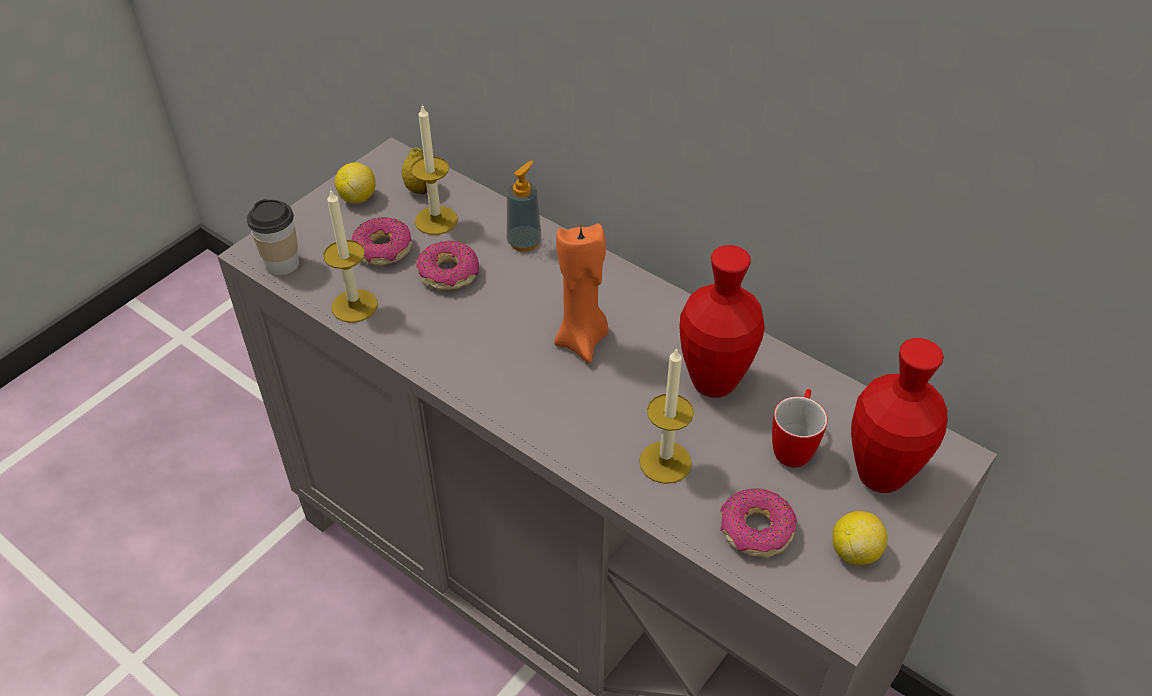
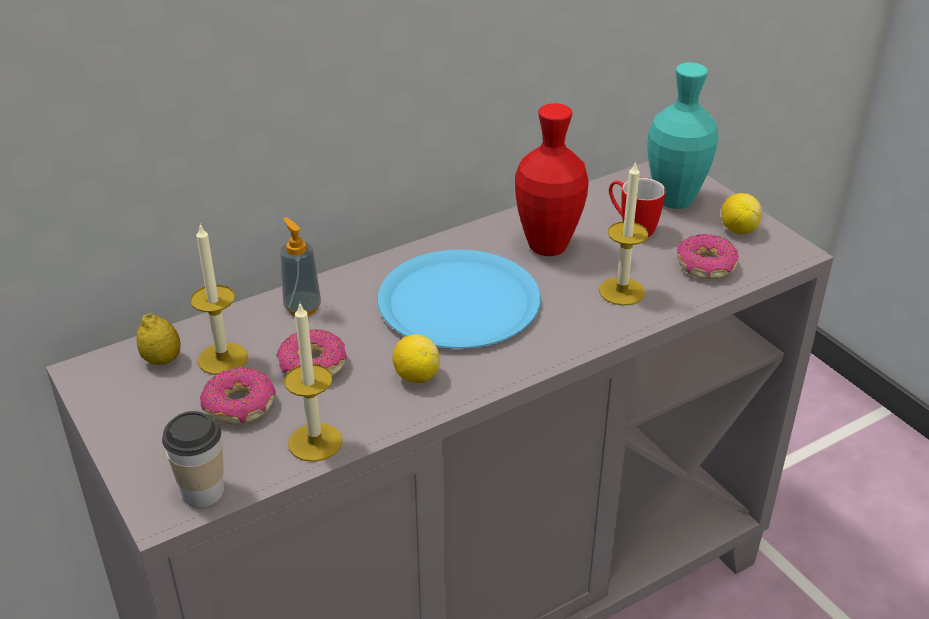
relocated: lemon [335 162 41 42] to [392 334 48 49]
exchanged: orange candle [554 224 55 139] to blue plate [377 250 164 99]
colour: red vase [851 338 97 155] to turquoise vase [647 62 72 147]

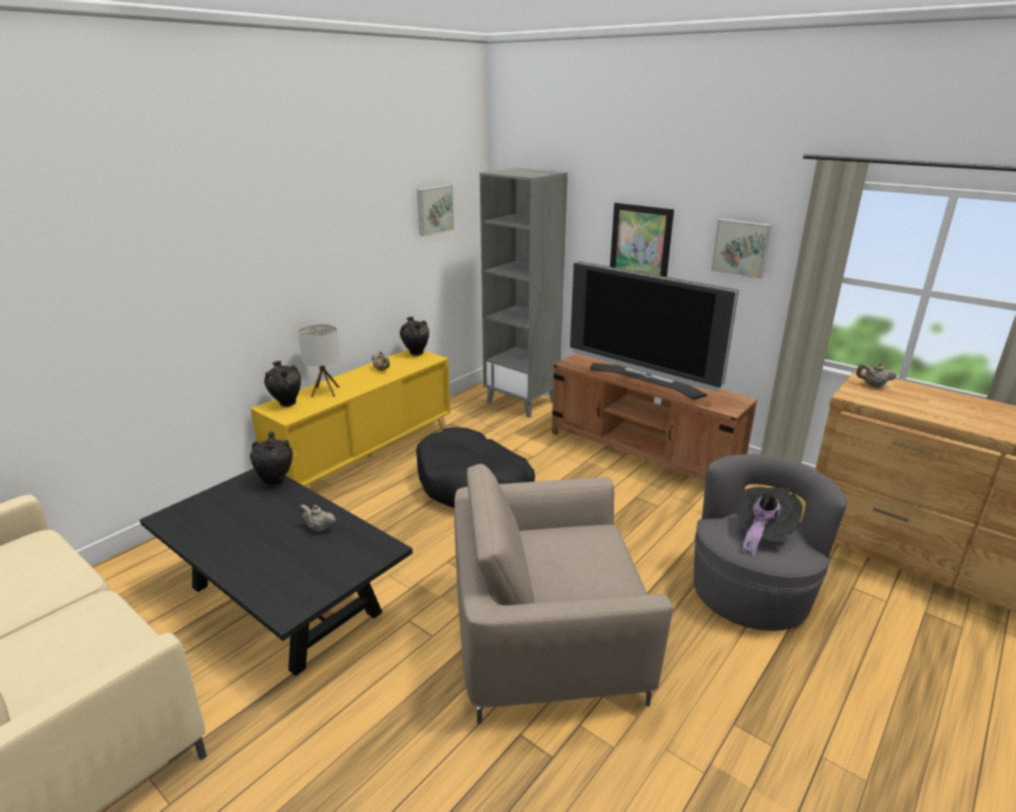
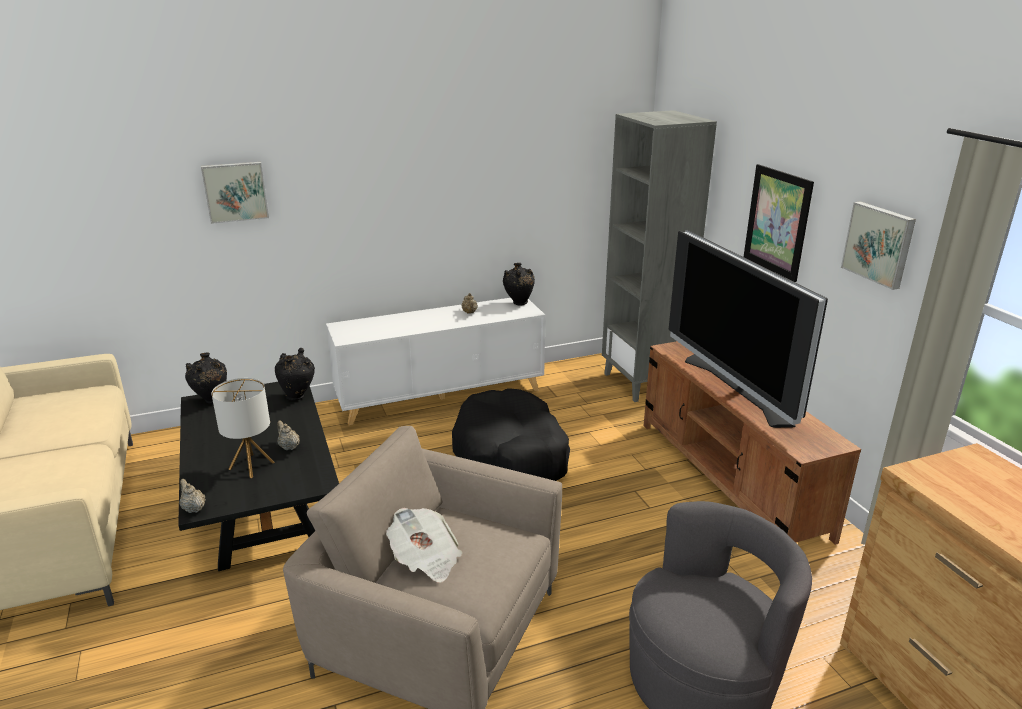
missing: black hat [737 487 66 70]
appeared: newspaper [386 508 76 75]
relocated: black vase [264 361 37 46] to [185 352 42 52]; table lamp [298 324 42 73] to [211 378 64 100]; picture [417 185 37 51] to [201 162 68 62]; beige teapot [856 362 41 26] to [180 479 26 34]
colour: yellow cabinet [250 349 201 139] to white cabinet [326 298 220 127]

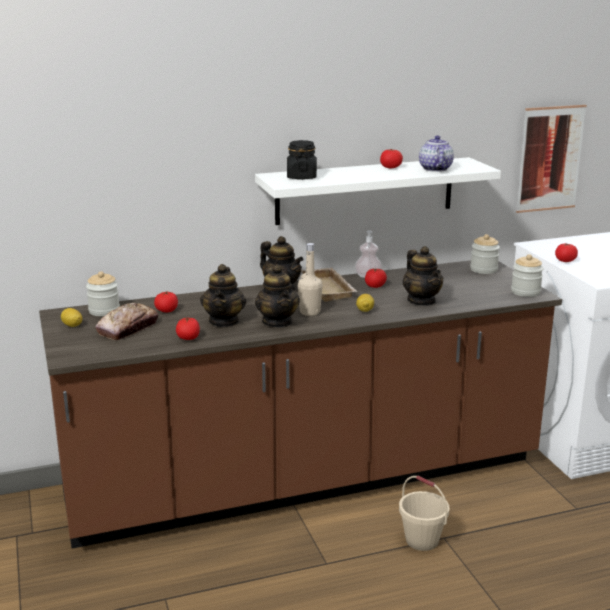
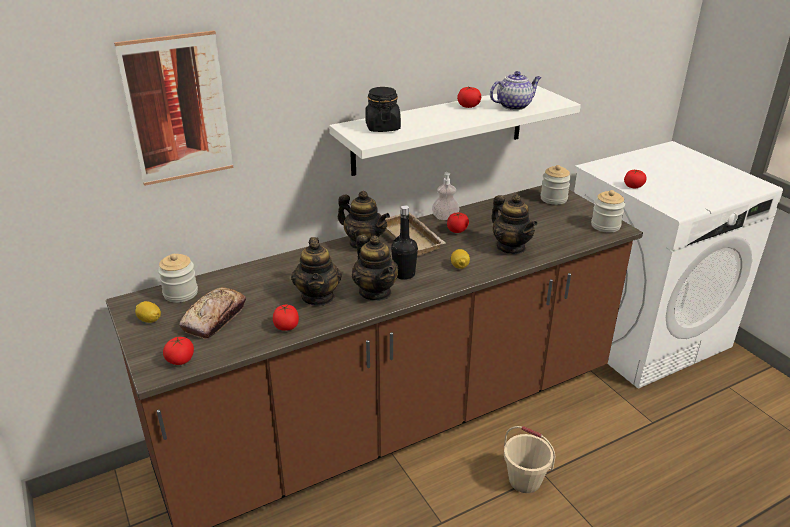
relocated: tomato [154 292 24 20] to [163 337 31 28]; picture [516 105 71 108] to [114 30 119 156]
colour: beige bottle [298 243 25 73] to black bottle [391 205 27 75]
spun: teapot [419 135 35 37] = [490 71 51 39] 75 degrees clockwise

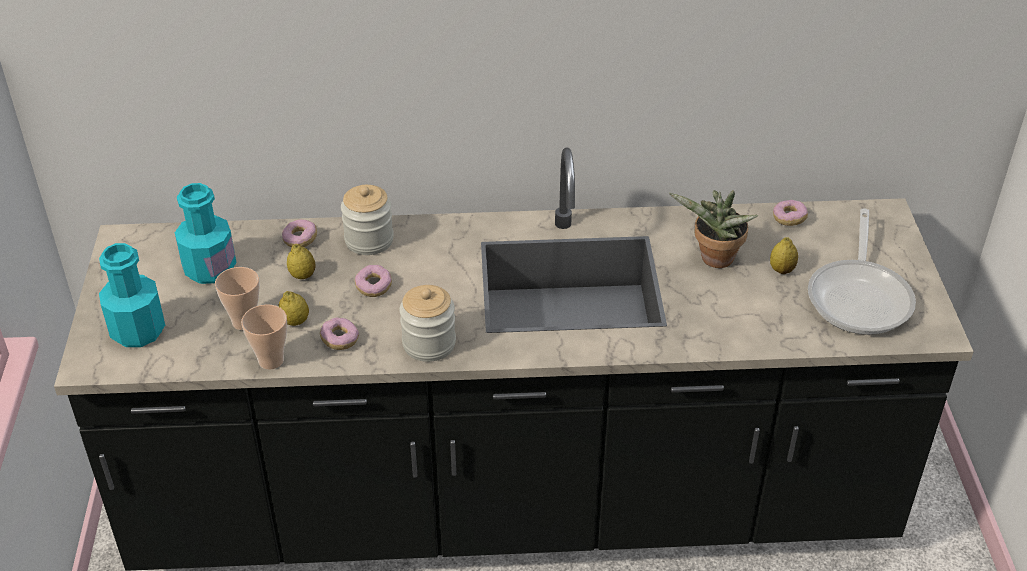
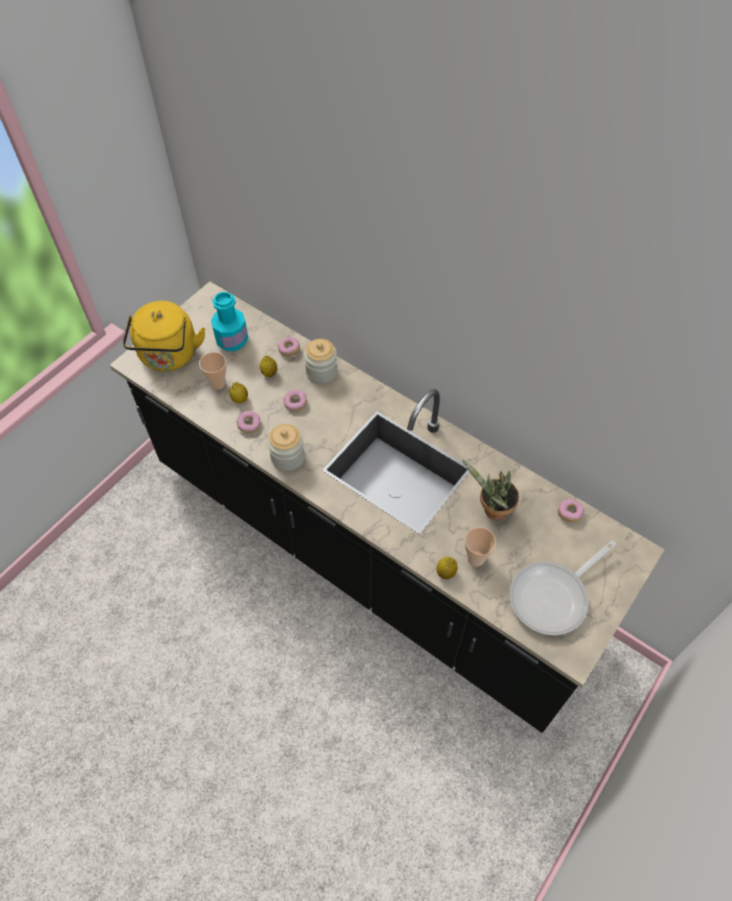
relocated: cup [241 304 46 66] to [465 527 31 39]; lemon [770 237 28 37] to [436 557 22 22]
exchanged: turquoise bottle [99 243 66 104] to yellow kettle [122 301 83 70]

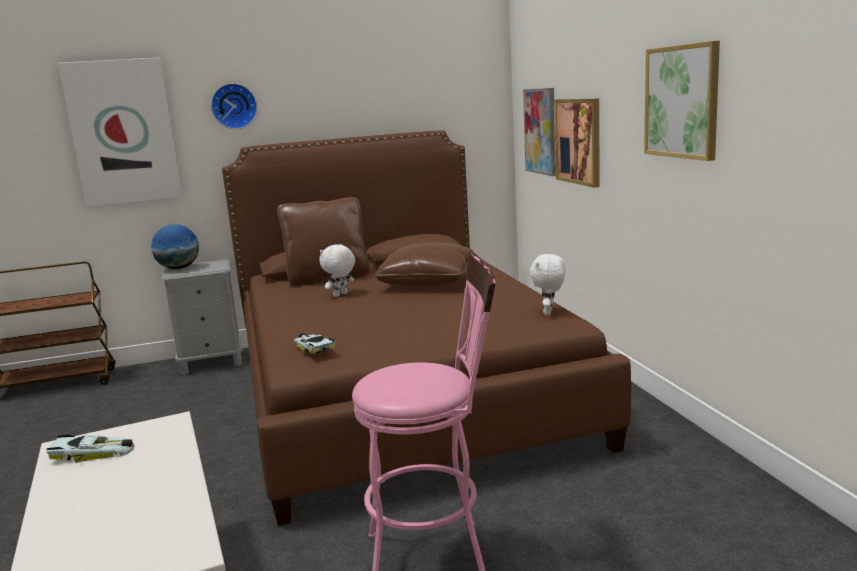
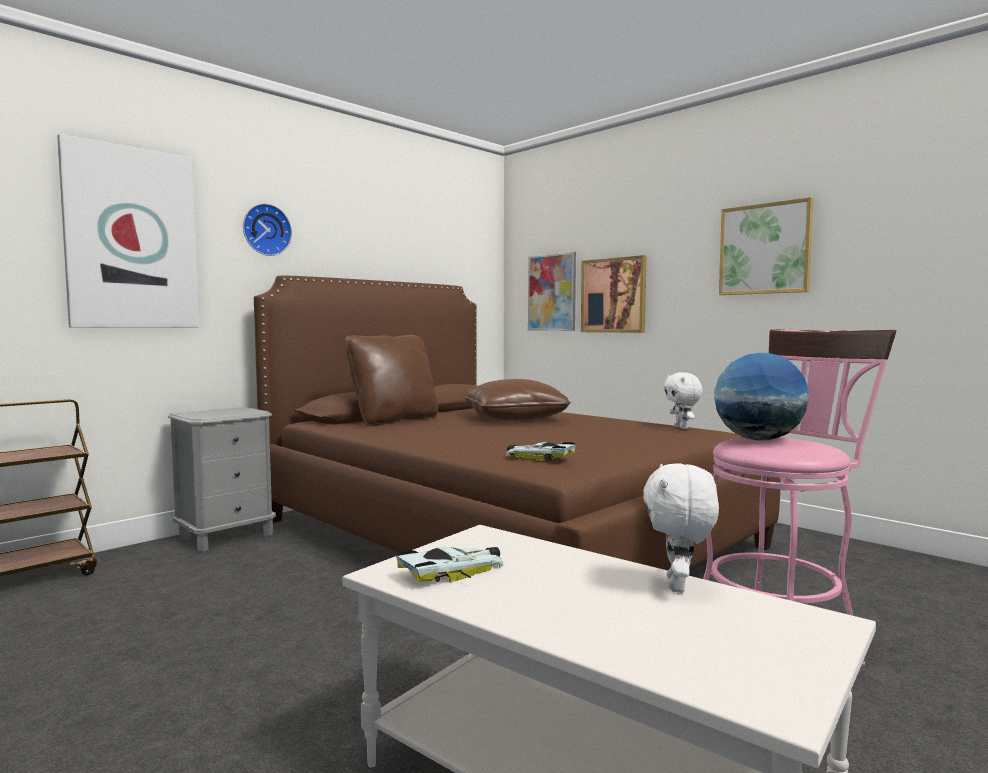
relocated: globe [151 224 48 45] to [714 353 95 88]; white plush toy [320 244 35 53] to [643 464 76 129]

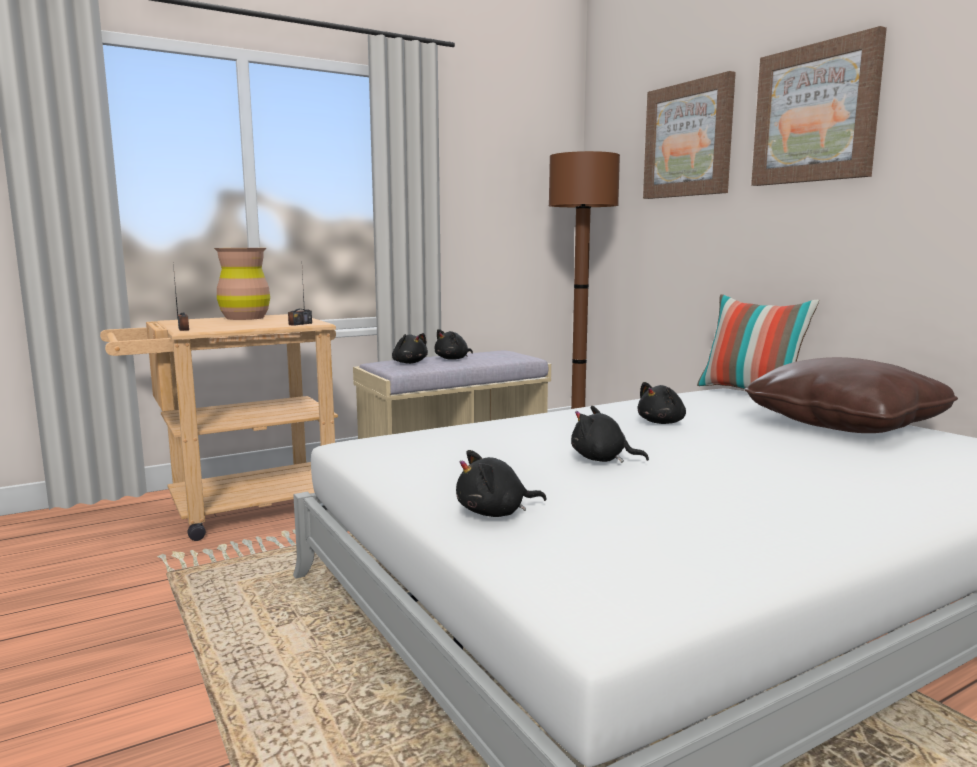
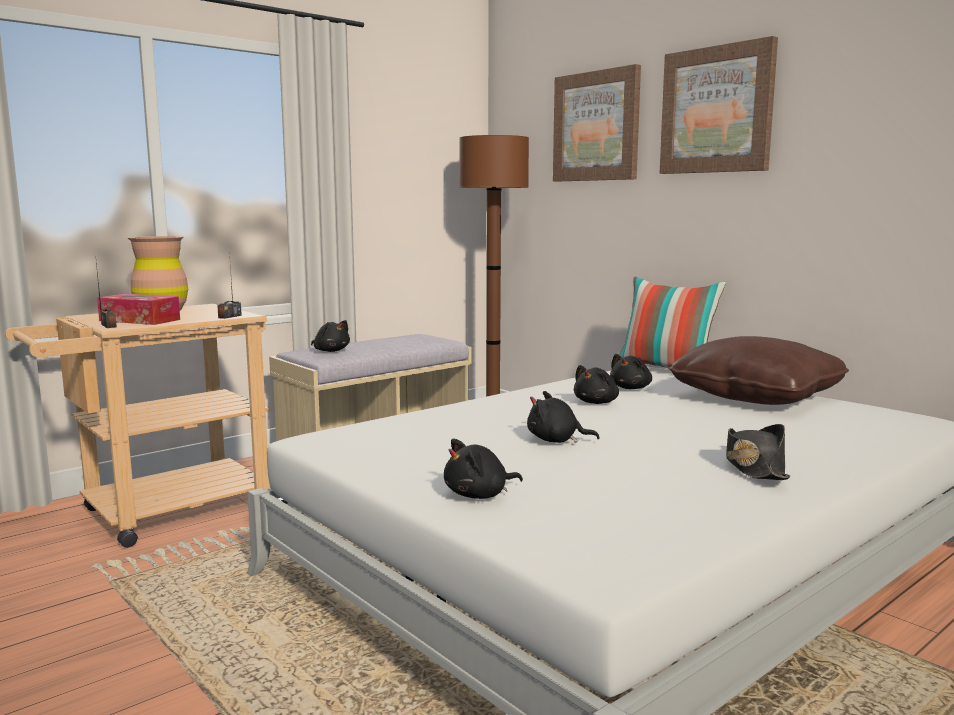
appeared: tissue box [97 294 83 31]; black hat [726 424 64 56]
relocated: black plush toy [434 329 39 31] to [610 354 42 35]

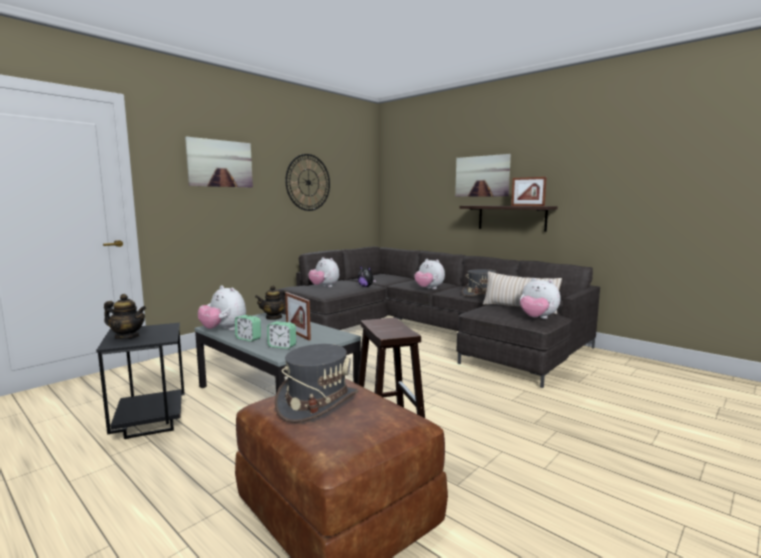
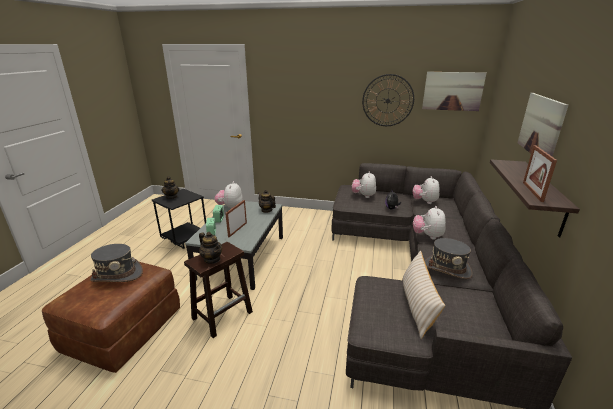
appeared: teapot [199 232 23 32]
relocated: picture [185 136 68 52] to [422 72 64 39]; plush toy [520 278 41 41] to [412 176 28 28]

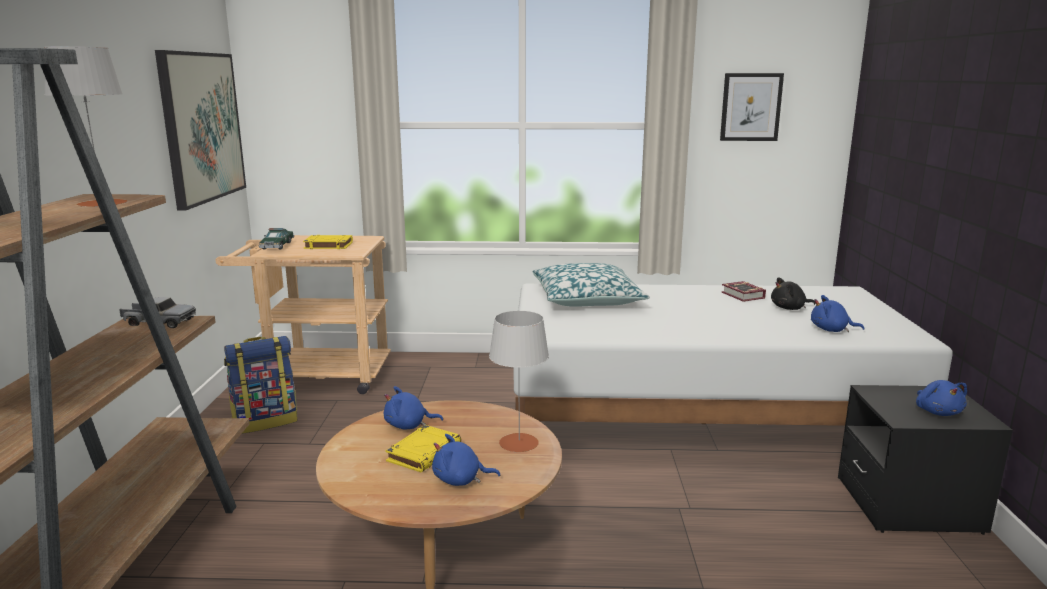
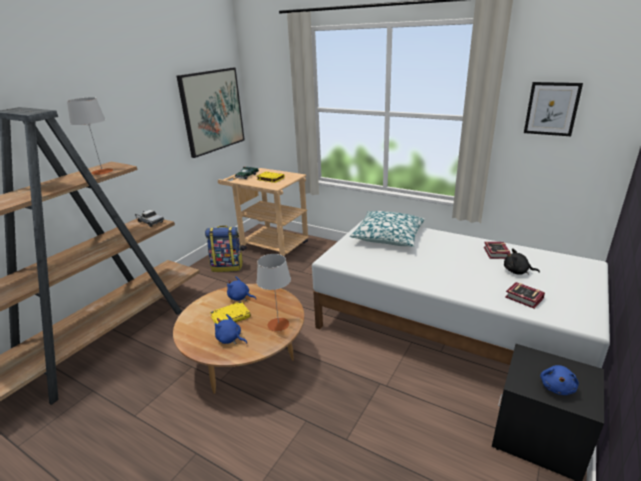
exchanged: blue plush toy [811 295 53 37] to book [505 282 40 27]

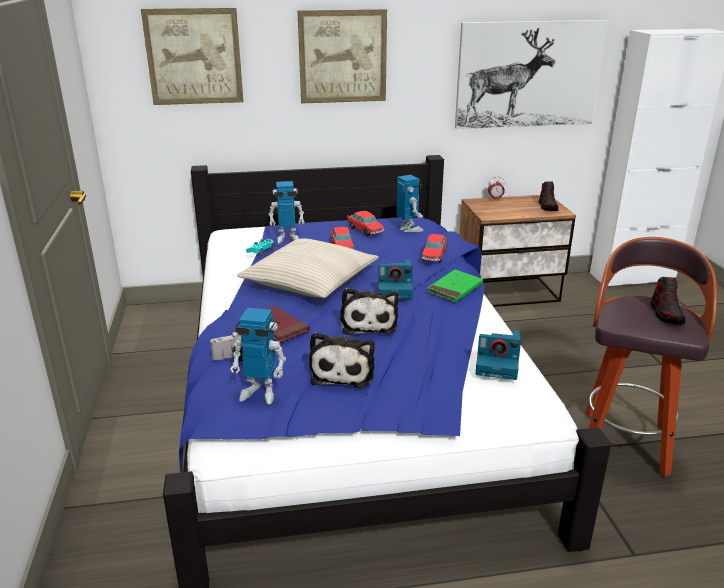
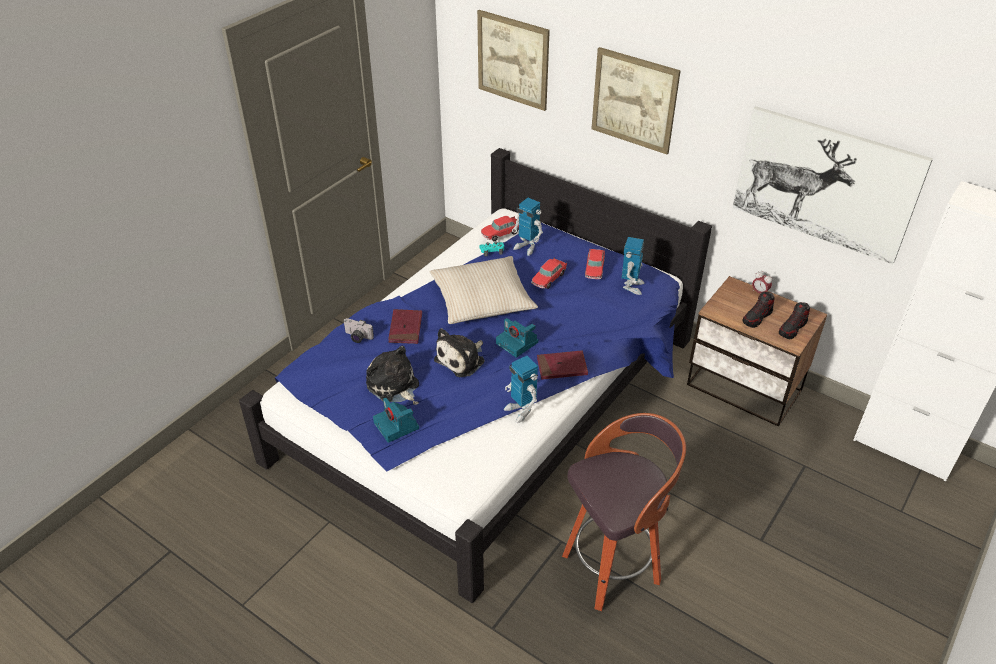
relocated: toy robot [230 308 56 97] to [504 356 34 67]; toy car [422 234 25 28] to [481 216 38 25]; photo camera [475 330 46 50] to [373 398 46 45]; shoe [651 277 35 47] to [743 292 32 36]
colour: green book [427 269 56 33] to red book [537 350 51 30]
spun: plush toy [309 332 66 56] = [366 345 53 60] 90 degrees clockwise

